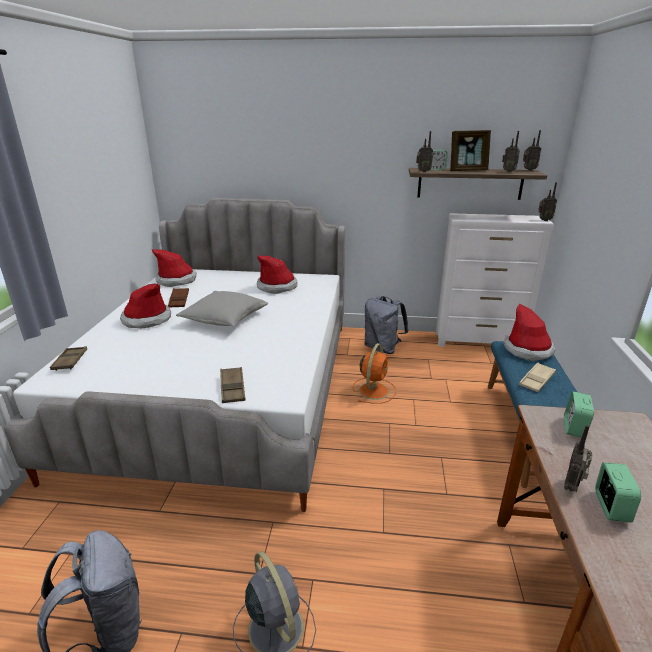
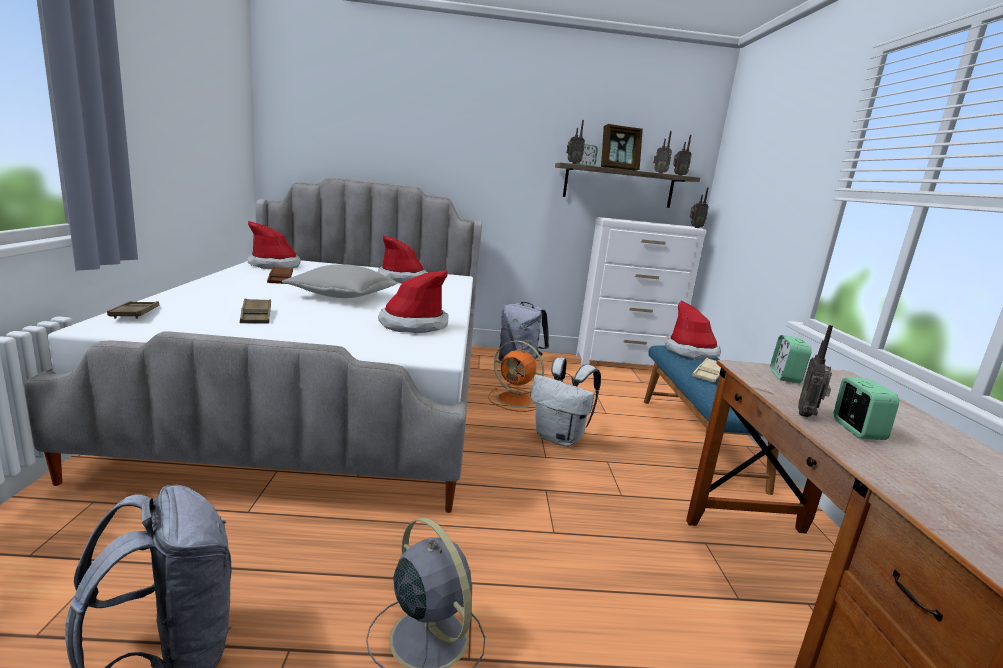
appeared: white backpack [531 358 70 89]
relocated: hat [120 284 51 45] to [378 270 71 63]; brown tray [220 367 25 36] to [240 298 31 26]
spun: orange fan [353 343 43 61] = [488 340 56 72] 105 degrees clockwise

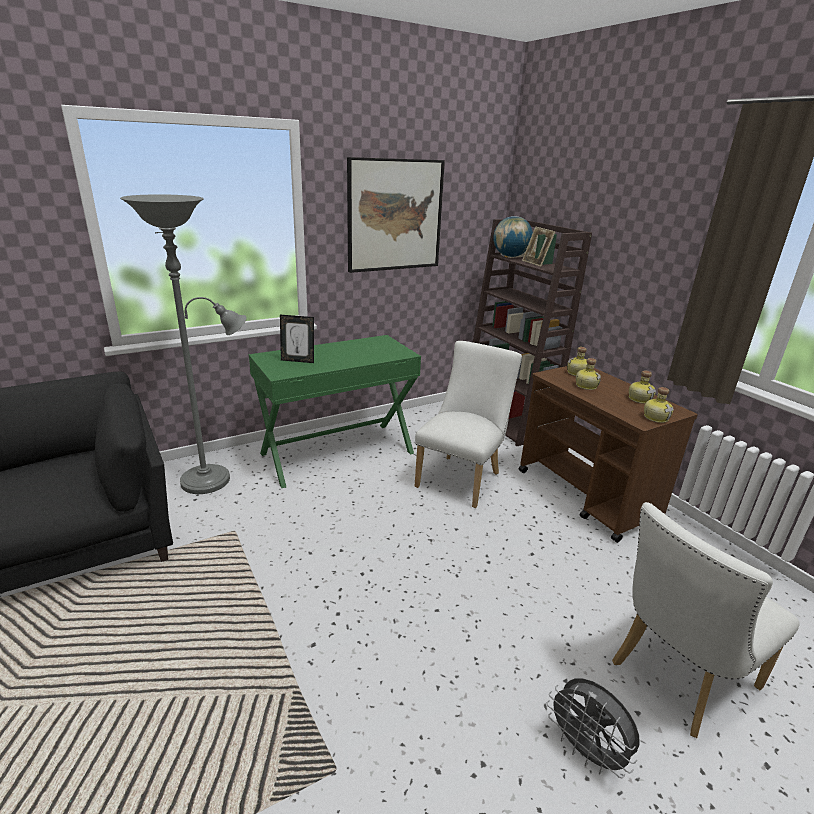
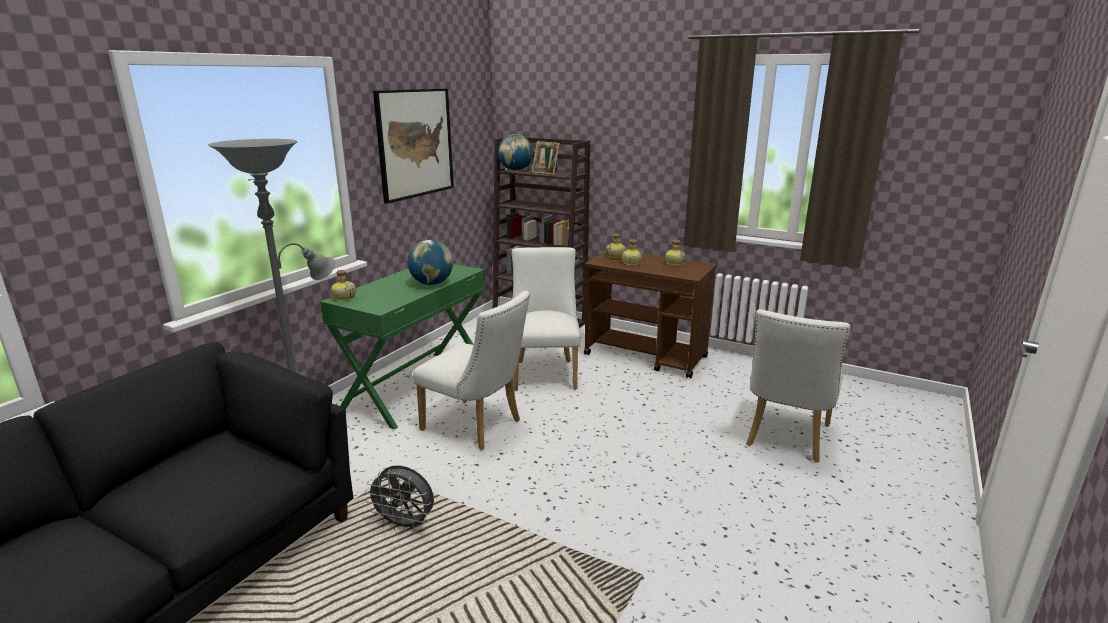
missing: picture frame [280 315 34 48]
appeared: globe [407 240 46 45]; white chair [413 290 117 160]
relocated: grey fan [546 678 94 100] to [365 465 69 68]; bottle [644 387 30 36] to [331 270 25 31]

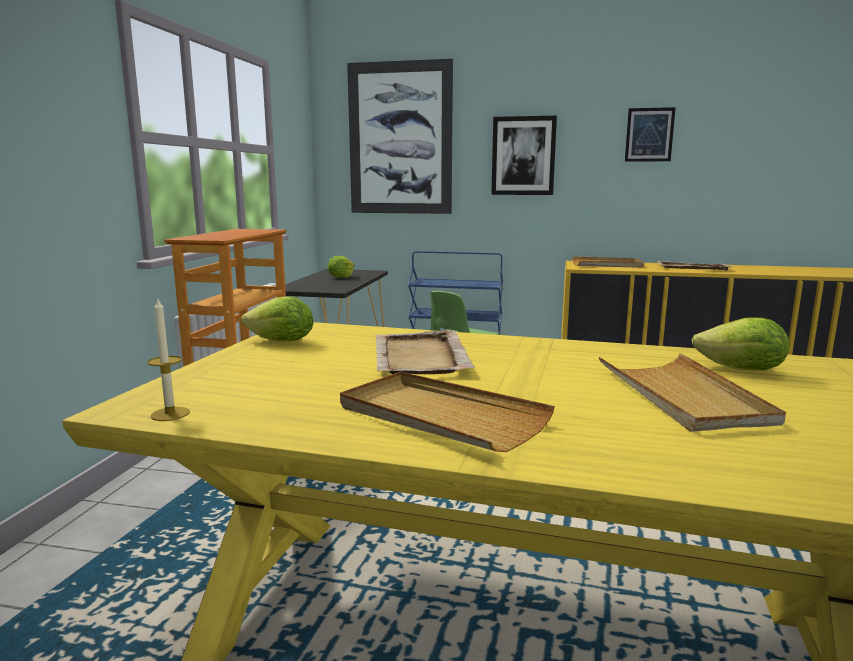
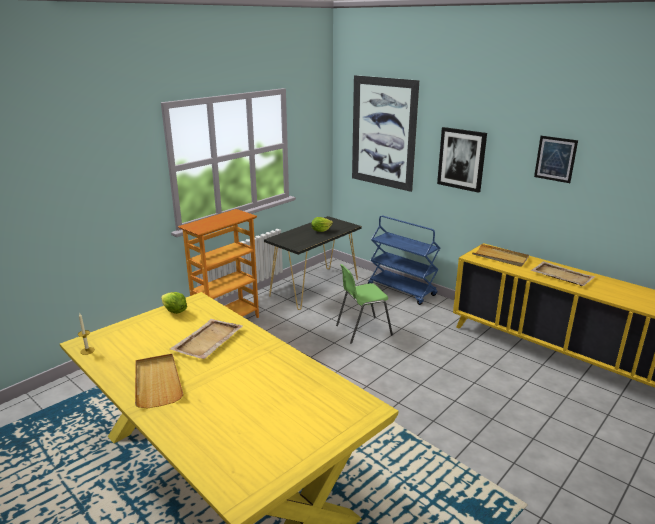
missing: beige tray [599 353 187 79]; lettuce [692 317 97 53]

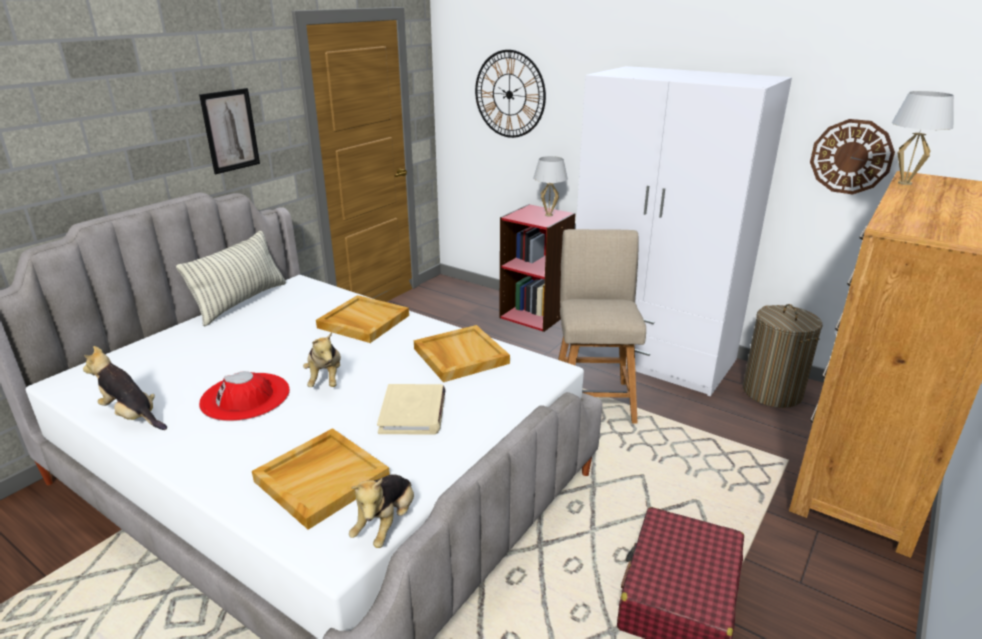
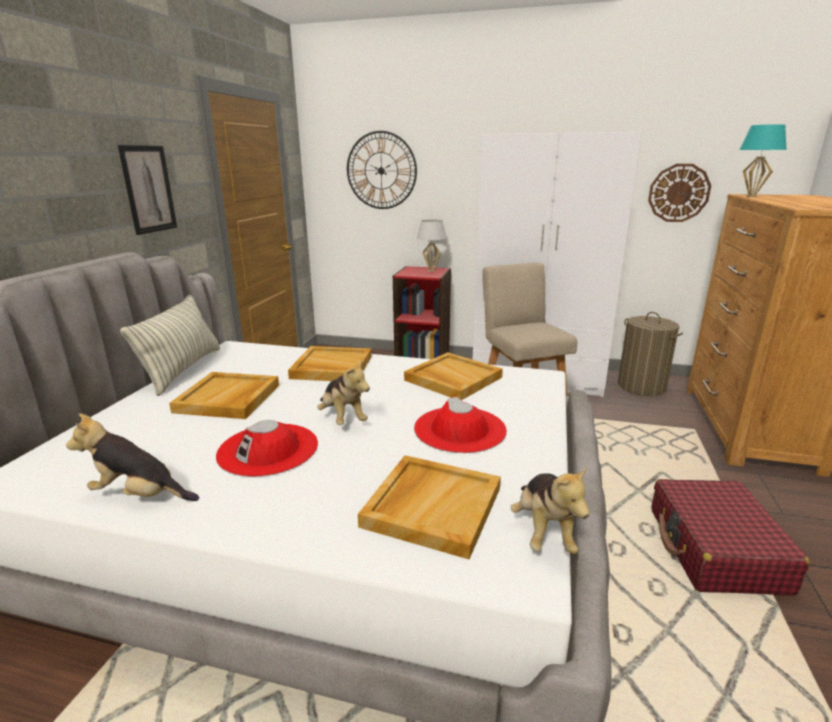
appeared: beige tray [169 372 110 47]
exchanged: beige book [377 384 68 51] to red hat [414 397 93 56]
colour: white table lamp [892 91 62 94] to turquoise table lamp [739 124 47 73]

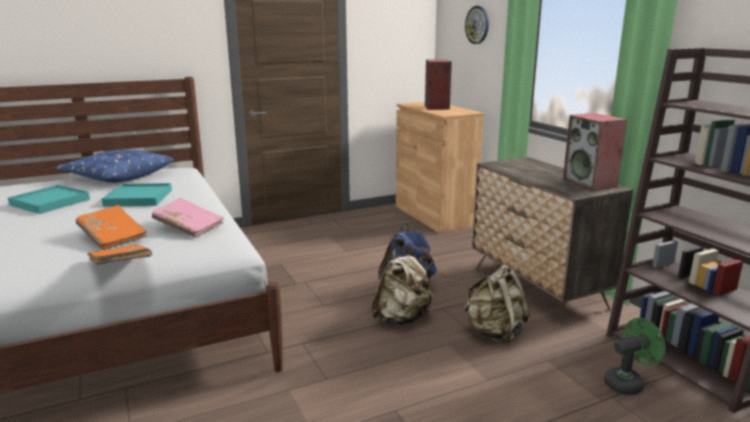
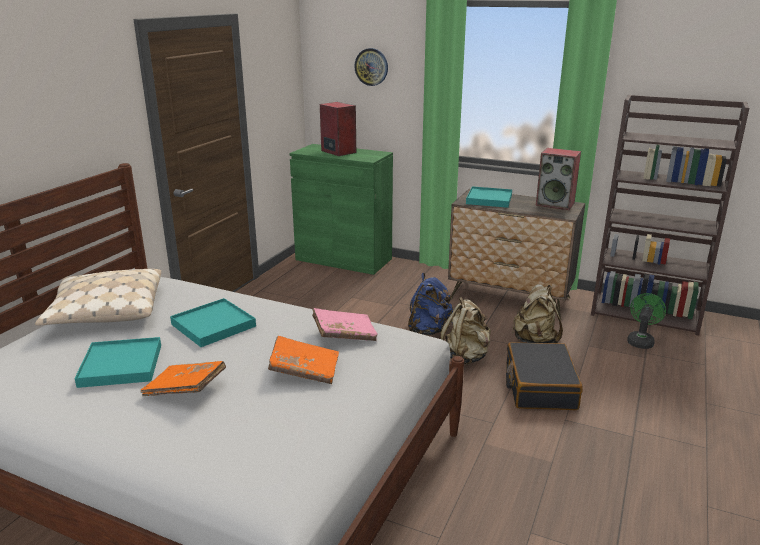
appeared: turquoise tray [466 186 46 22]; black suitcase [506 342 77 68]
relocated: orange book [87 244 65 21] to [140 361 86 35]
colour: blue pillow [55 149 119 34] to beige pillow [35 269 126 57]; brown cabinet [396 102 88 131] to green cabinet [289 144 104 131]

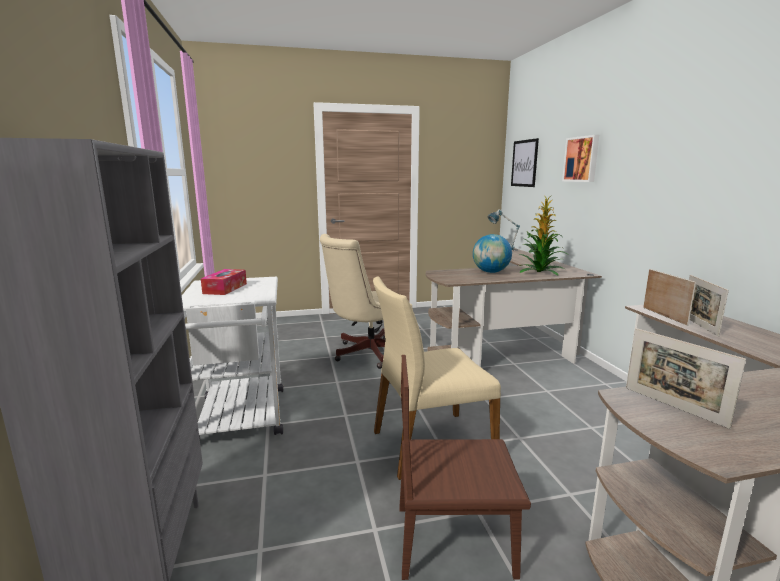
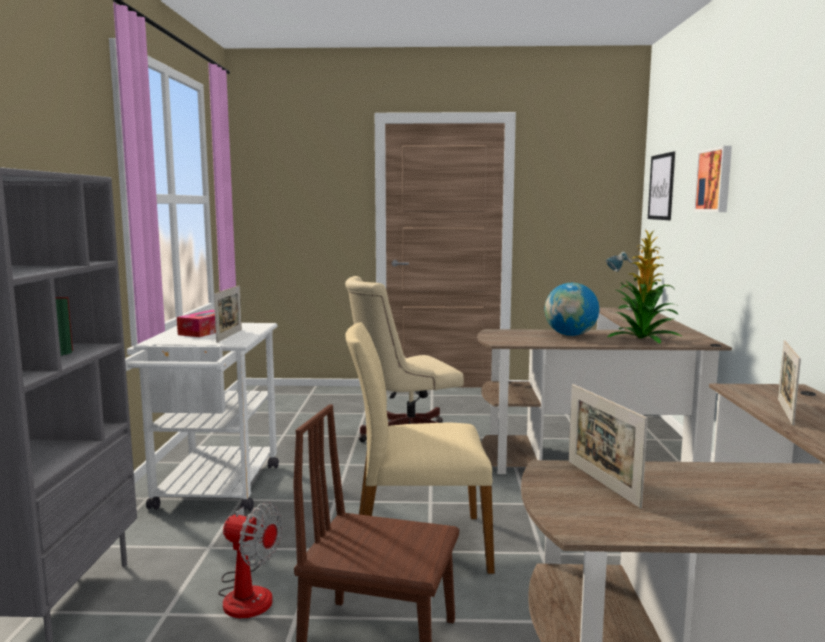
appeared: fan [218 502 64 116]
relocated: picture frame [643 269 53 57] to [214 285 28 58]

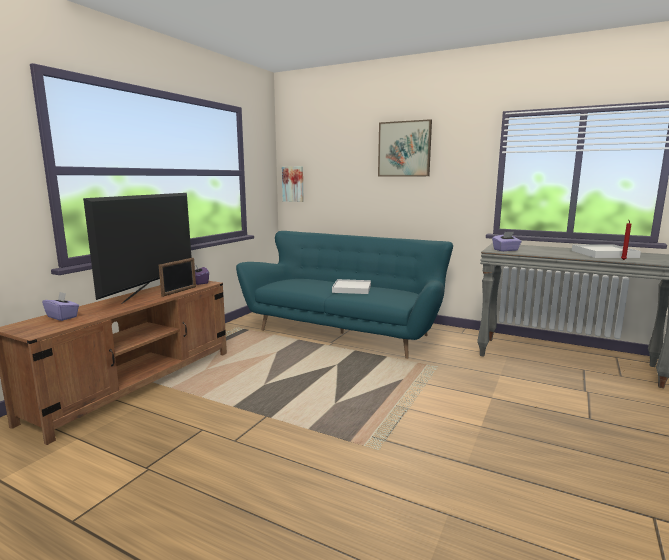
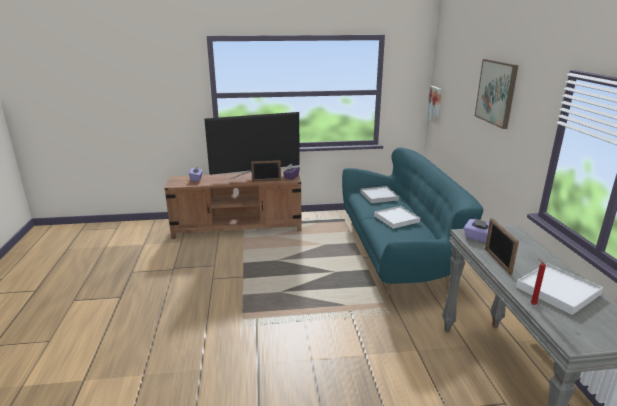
appeared: white tray [360 186 39 17]; picture frame [485 218 34 57]

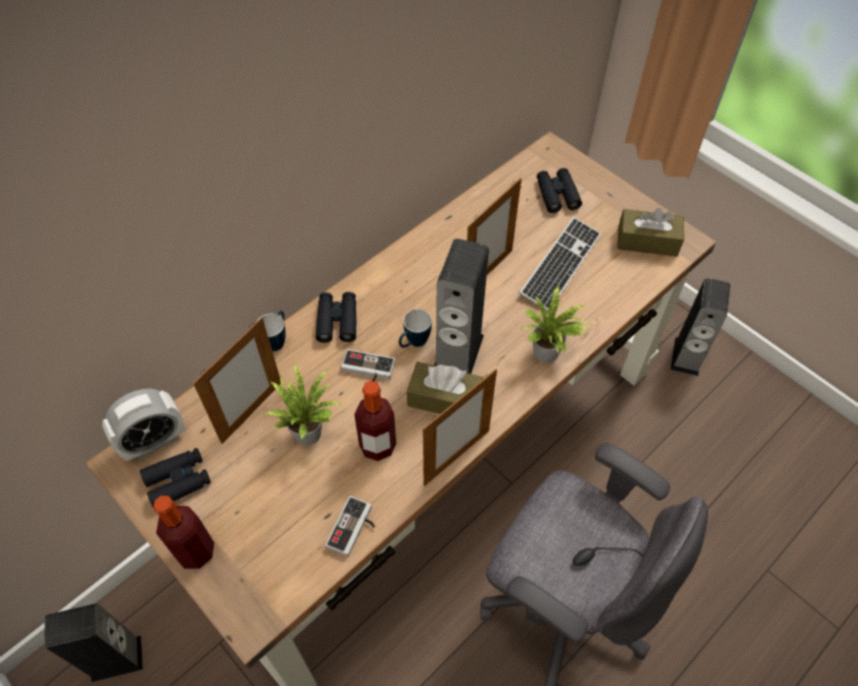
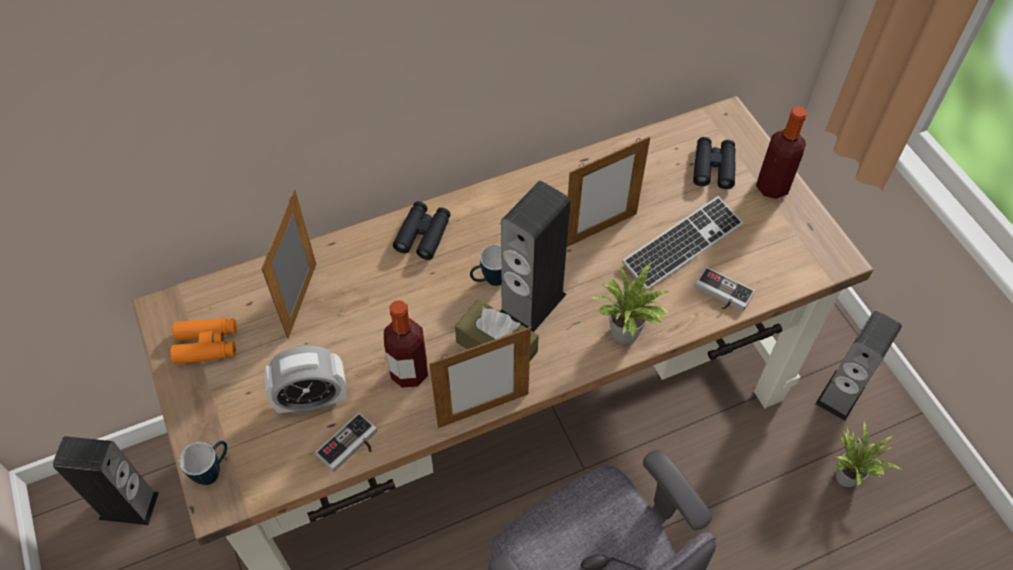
missing: brown tissue box [617 208 67 49]
relocated: alarm clock [102 389 83 72] to [264 346 83 69]; bottle [153 496 62 73] to [756 106 51 93]; mug [257 311 29 40] to [179 441 48 44]; potted plant [264 363 78 82] to [834 421 67 66]; game controller [341 349 54 32] to [695 267 60 44]
colour: black binoculars [140 448 71 59] to orange binoculars [170 318 67 46]
spun: picture frame [193 317 87 127] = [261 190 55 149] 135 degrees clockwise

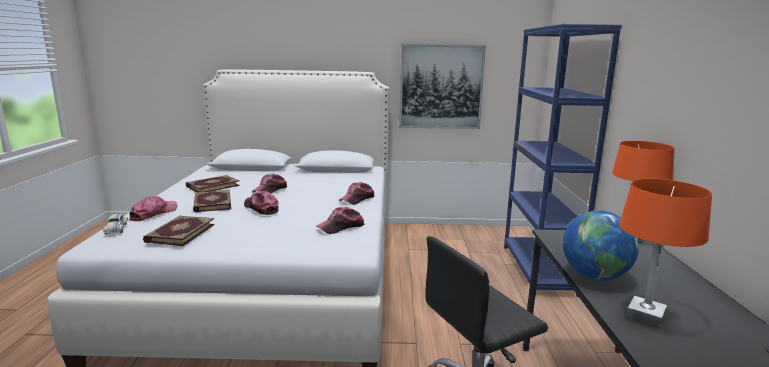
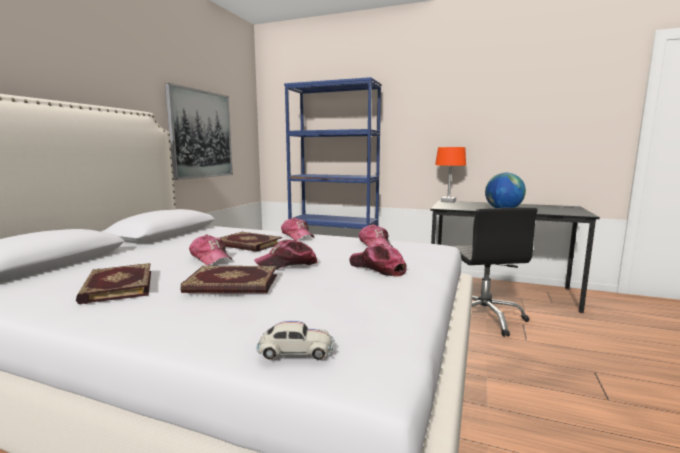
missing: orange table lamp [619 178 93 150]
relocated: cap [129 196 48 25] to [349 244 57 33]; book [143 216 72 30] to [220 232 62 20]

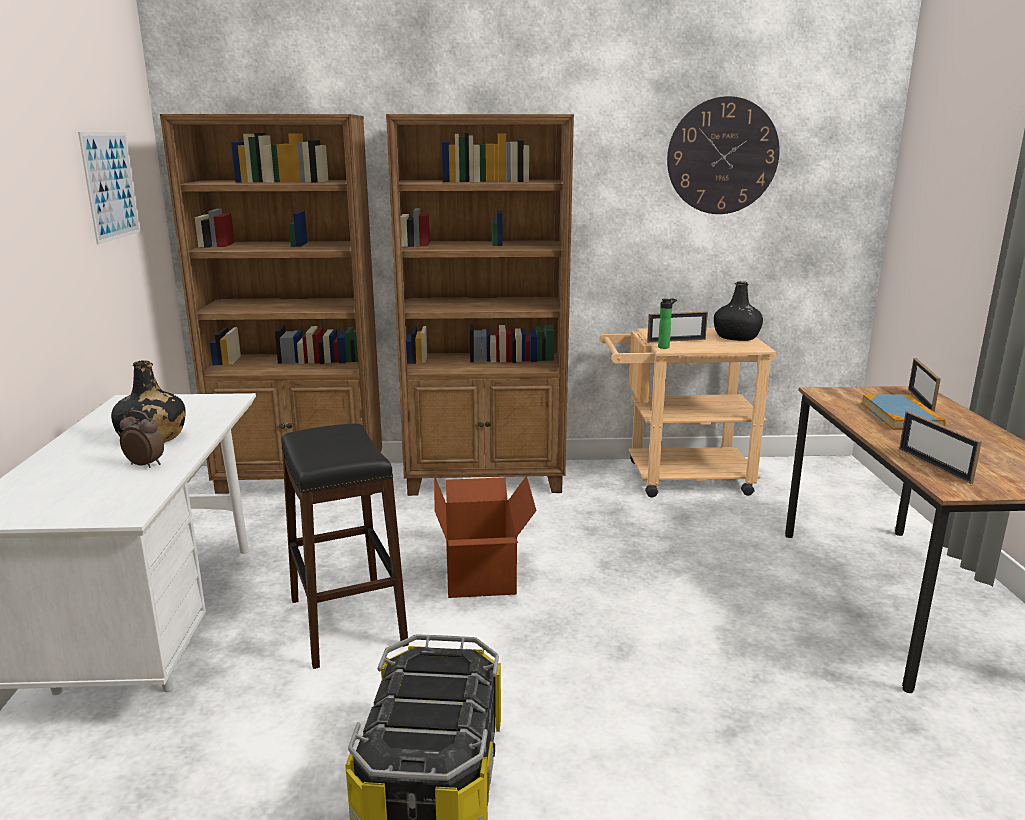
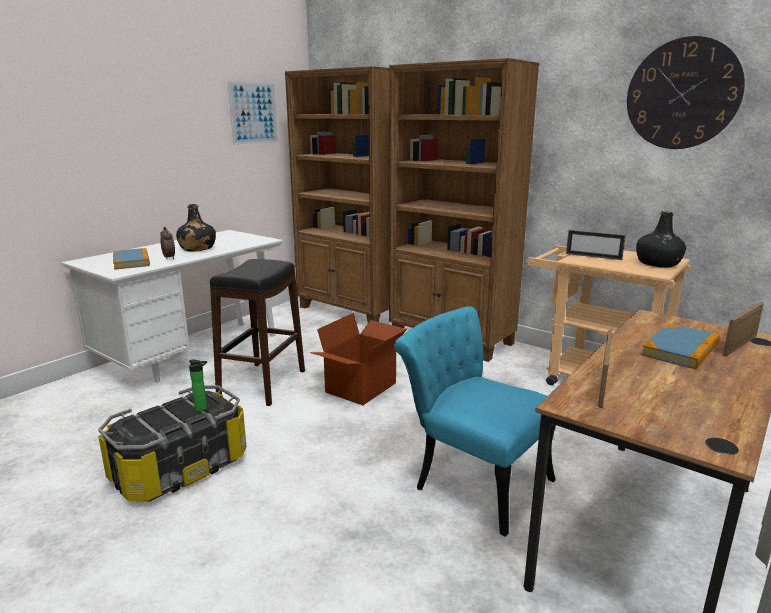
appeared: book [113 248 37 22]; turquoise chair [394 306 162 231]
relocated: bottle [658 298 19 51] to [189 359 18 52]

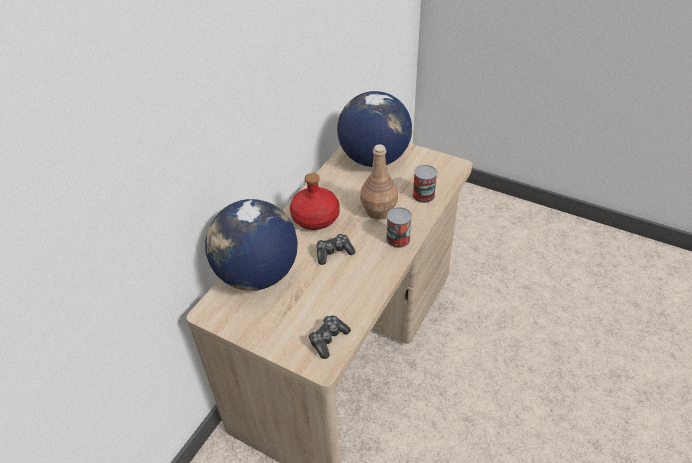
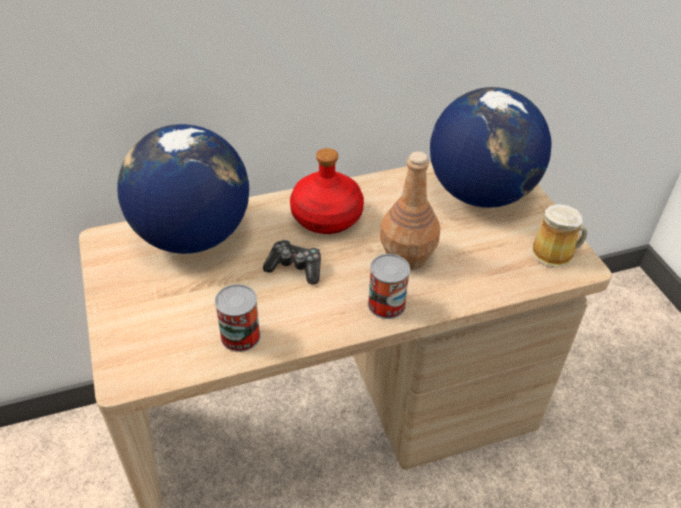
missing: game controller [308 316 43 43]
appeared: mug [531 204 57 64]
relocated: can [413 165 24 38] to [215 284 46 68]

